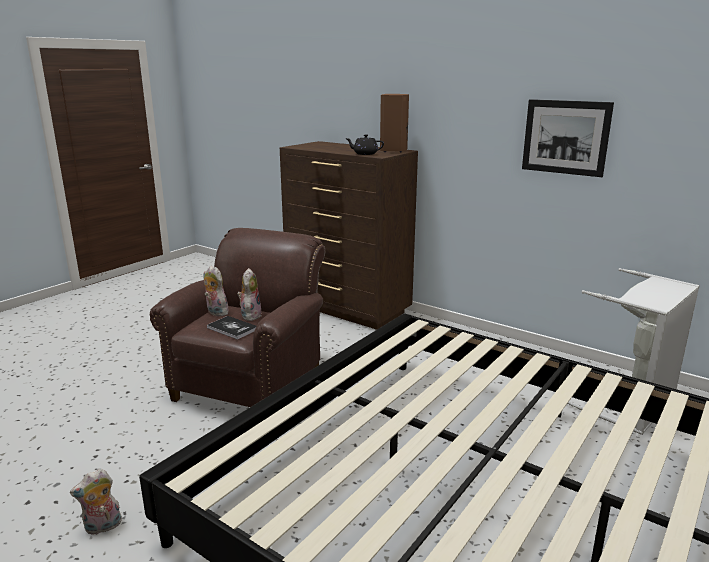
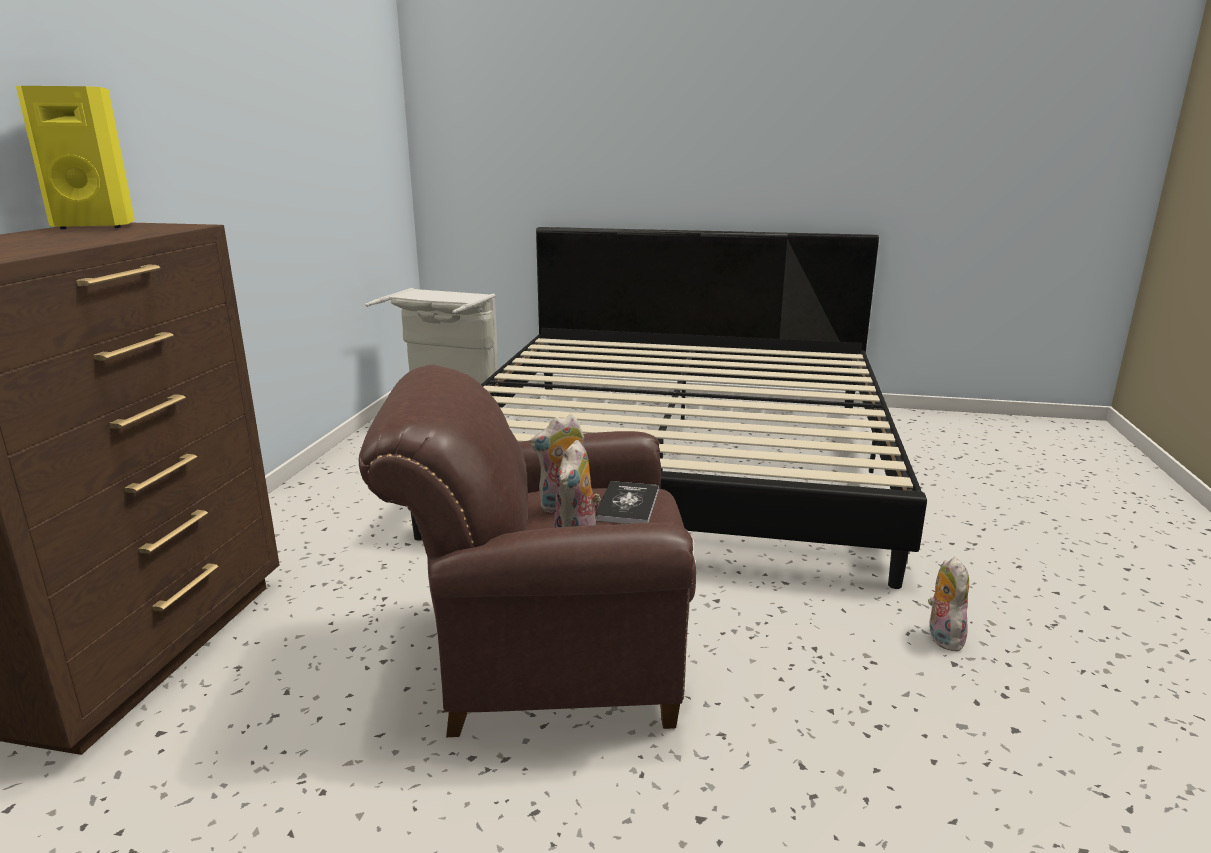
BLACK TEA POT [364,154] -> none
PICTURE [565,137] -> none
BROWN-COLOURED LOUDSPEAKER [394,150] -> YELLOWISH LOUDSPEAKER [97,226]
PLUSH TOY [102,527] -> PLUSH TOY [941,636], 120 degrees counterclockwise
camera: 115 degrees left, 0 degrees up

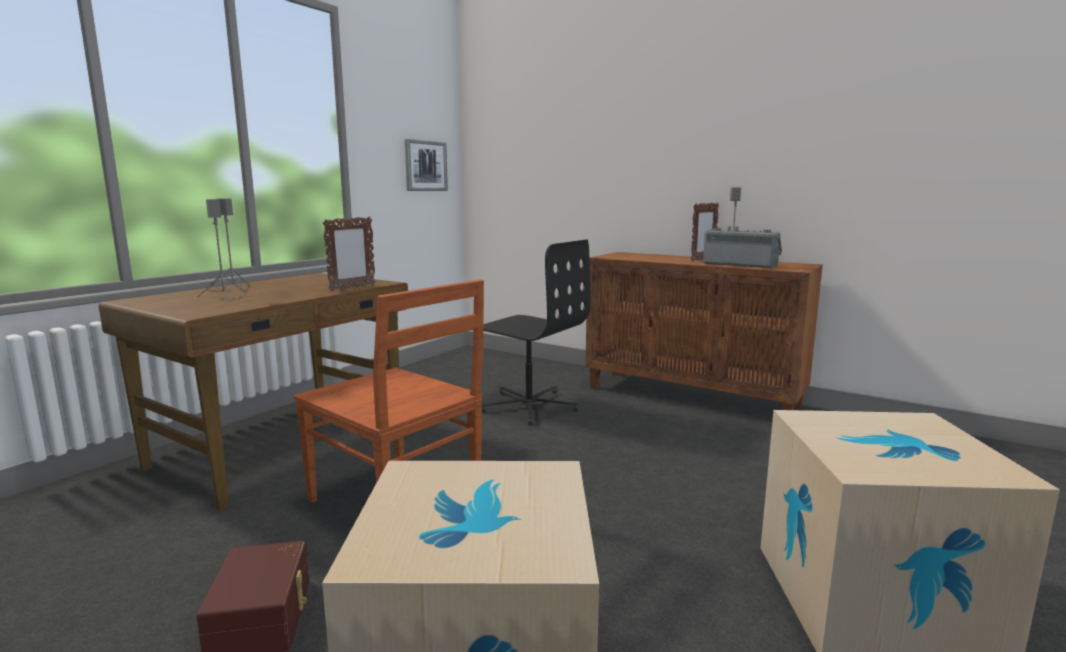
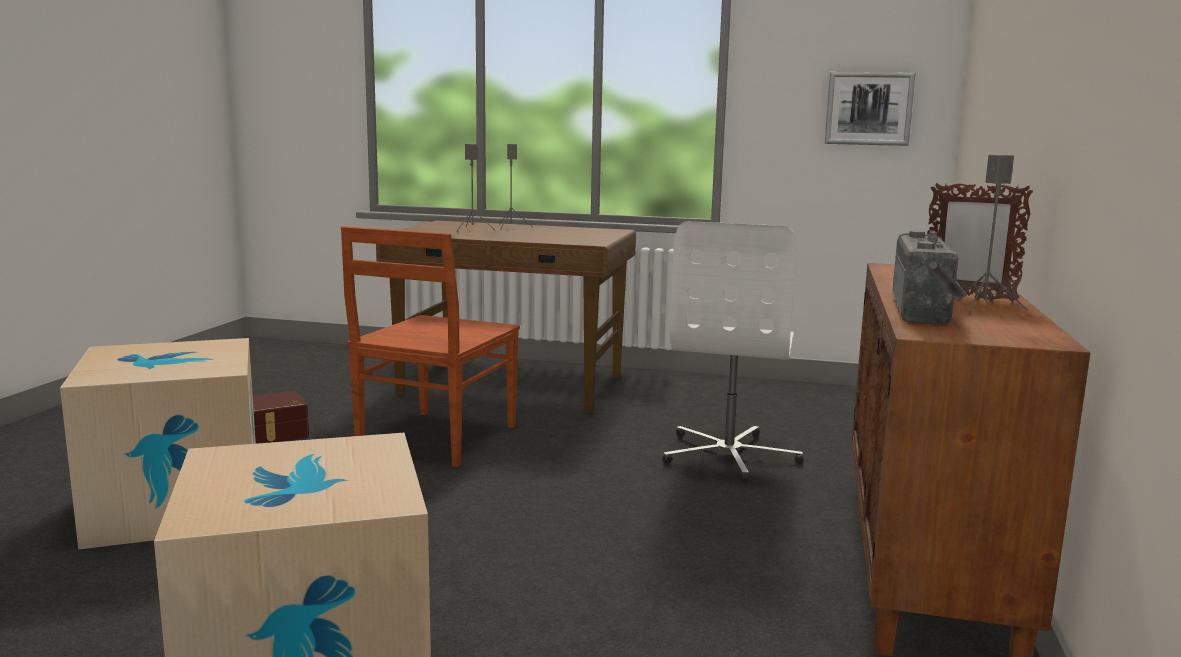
PICTURE FRAME [352,288] -> none
BLACK COMPUTER CHAIR [529,406] -> WHITE COMPUTER CHAIR [730,455]
camera: 70 degrees right, 0 degrees up

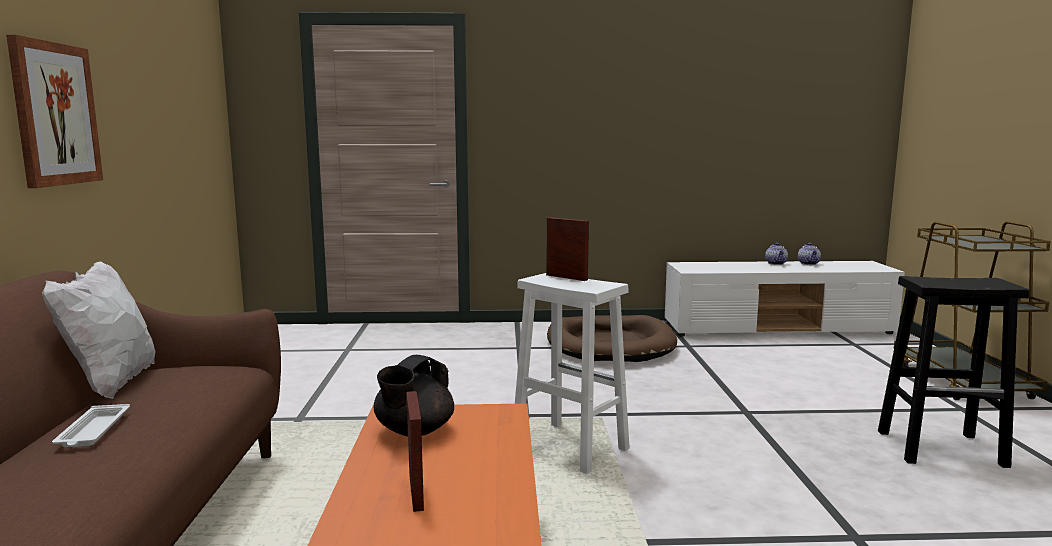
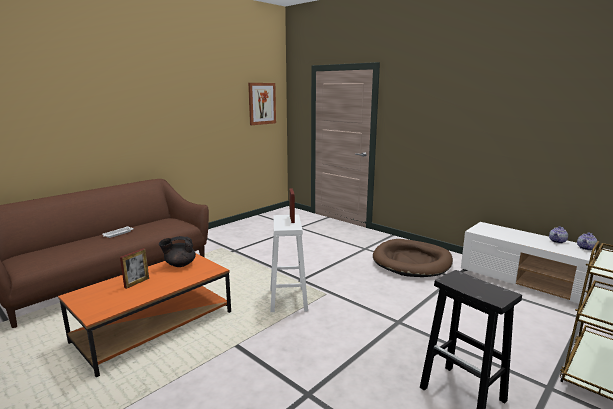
WHITE CUSHION [111,383] -> none
PICTURE [55,114] -> PICTURE [262,103], moved
camera: 45 degrees right, 5 degrees up

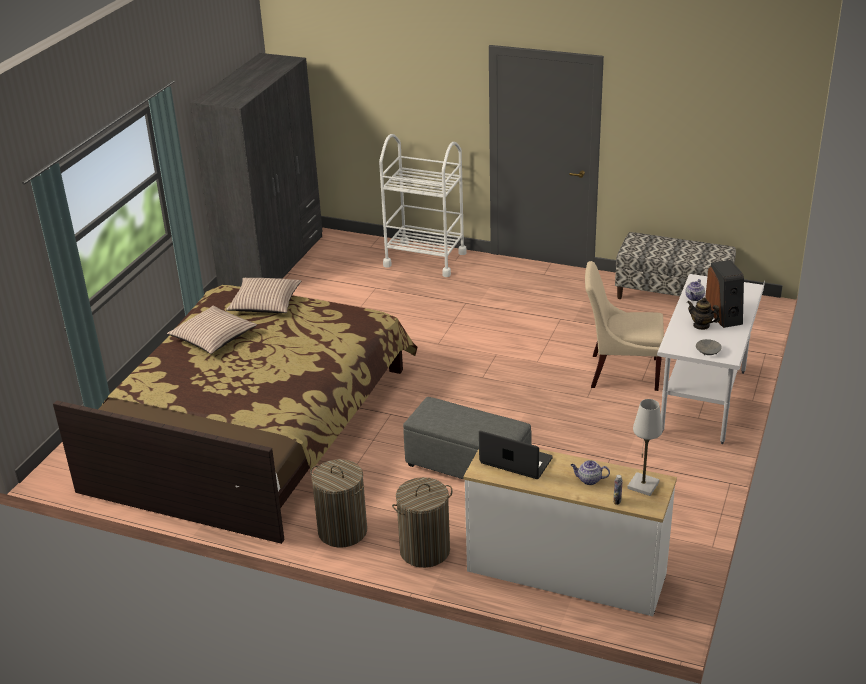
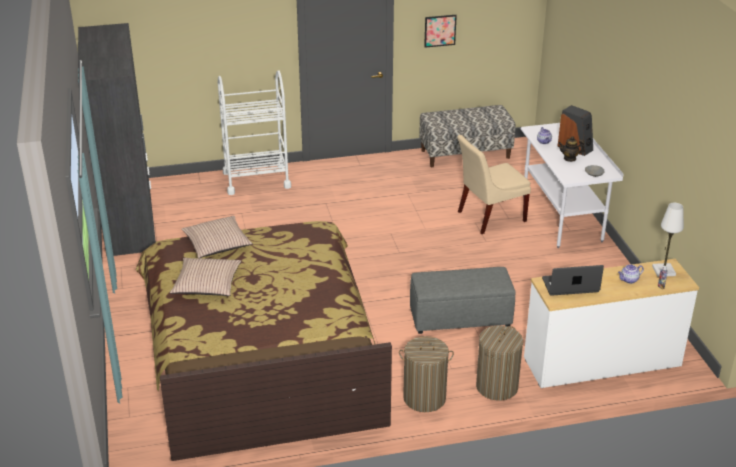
none -> PICTURE [440,30]
camera: 35 degrees left, 0 degrees up

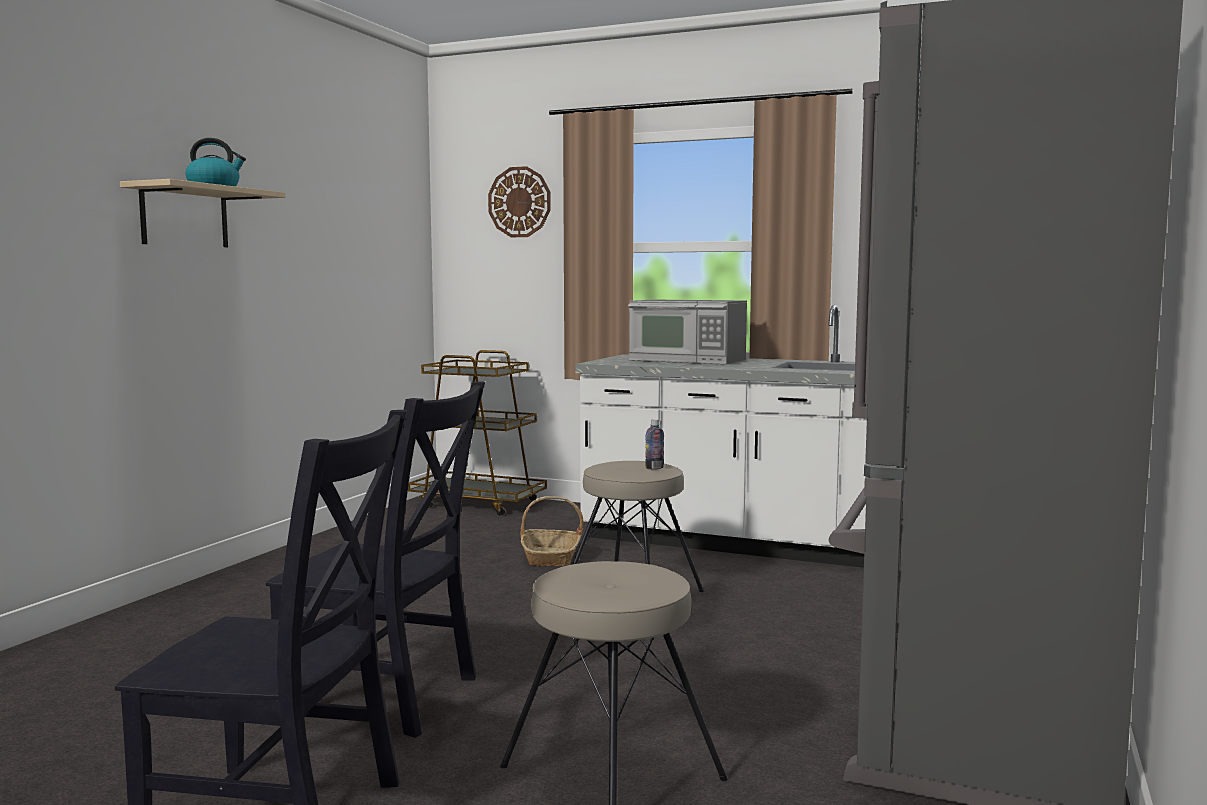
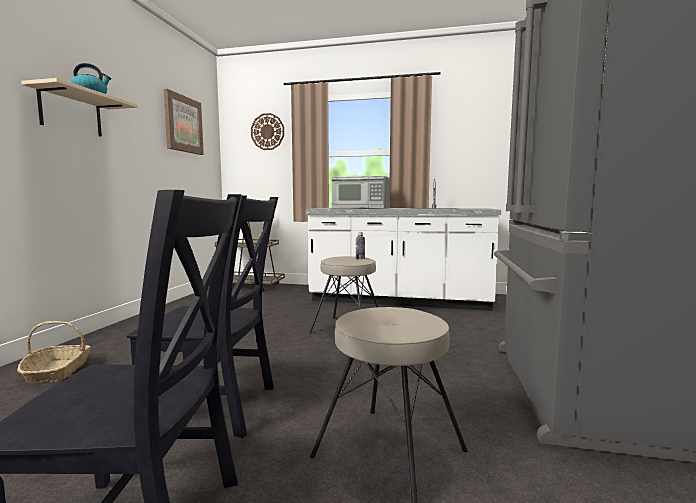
none -> PICTURE [183,124]
BASKET [550,557] -> BASKET [57,371], moved
camera: 10 degrees left, 0 degrees up

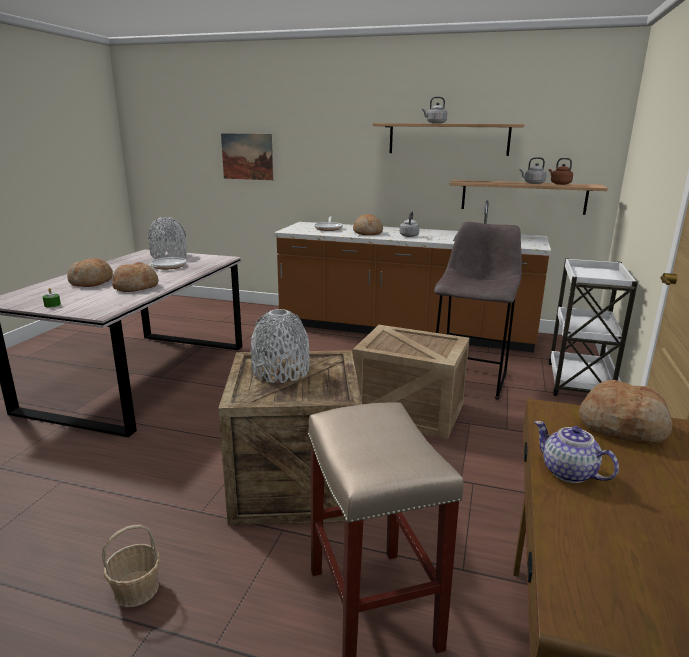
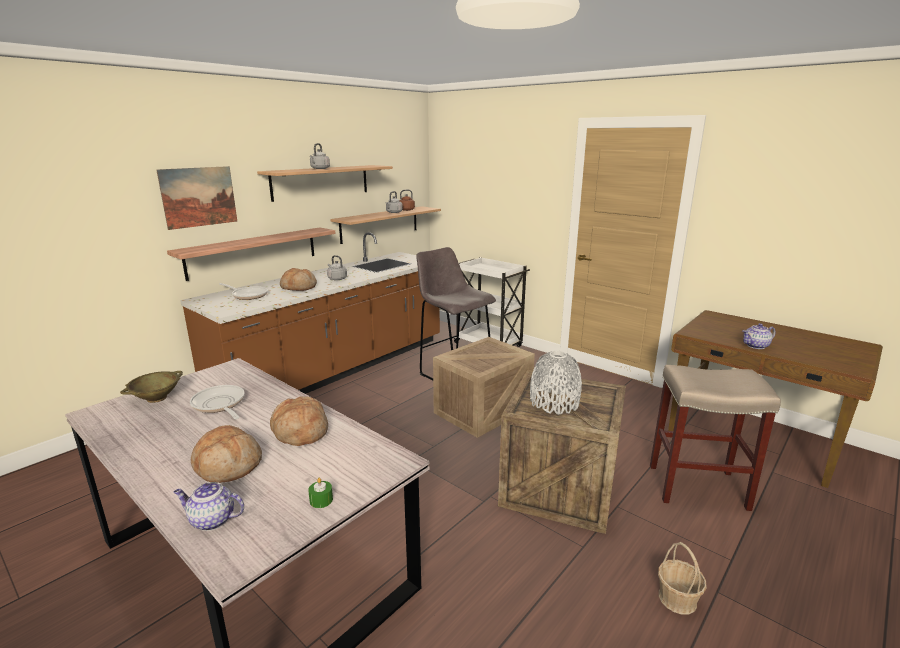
BAKED BREAD [622,427] -> none
none -> BRACKET SHELF [253,252]
none -> TEA POT [211,520]
PICTURE [247,156] -> PICTURE [199,197], moved
GREYISH FLOWER VASE [169,256] -> BEIGE SERVING BOWL [156,398]
camera: 65 degrees left, 0 degrees up

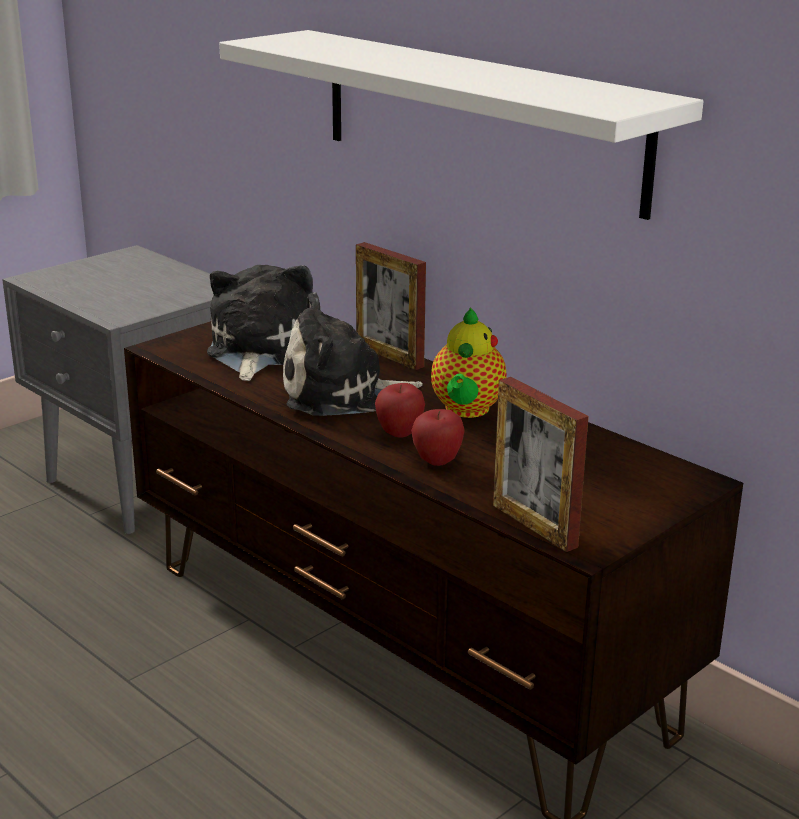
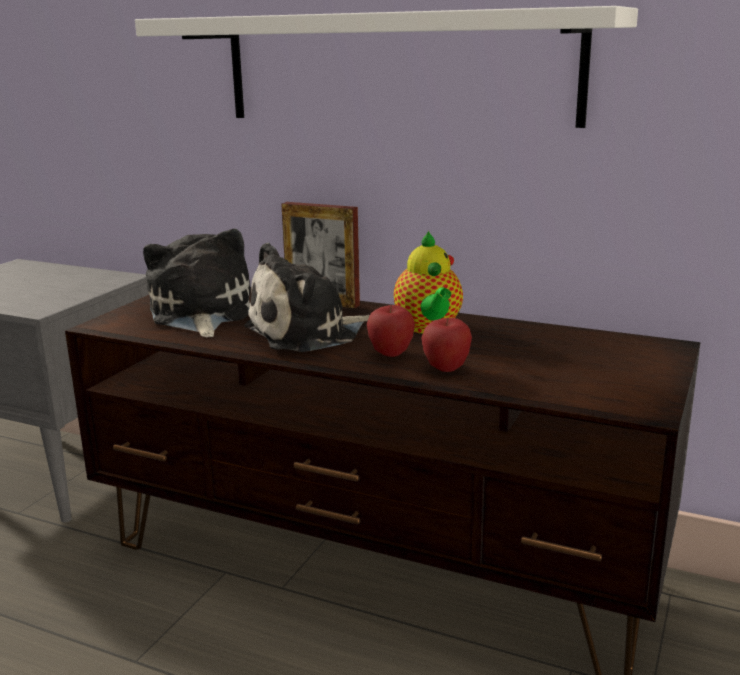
PICTURE FRAME [534,525] -> none
camera: 20 degrees left, 5 degrees down

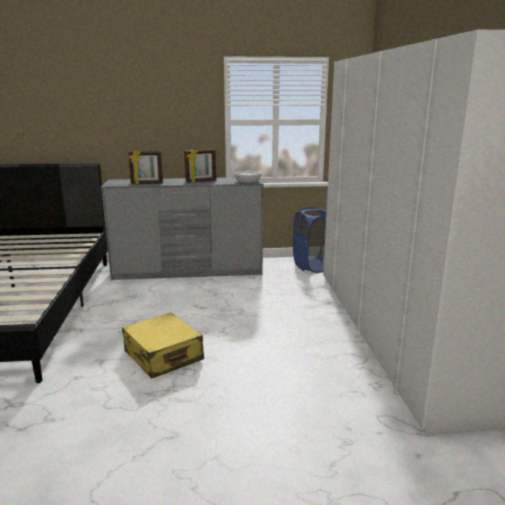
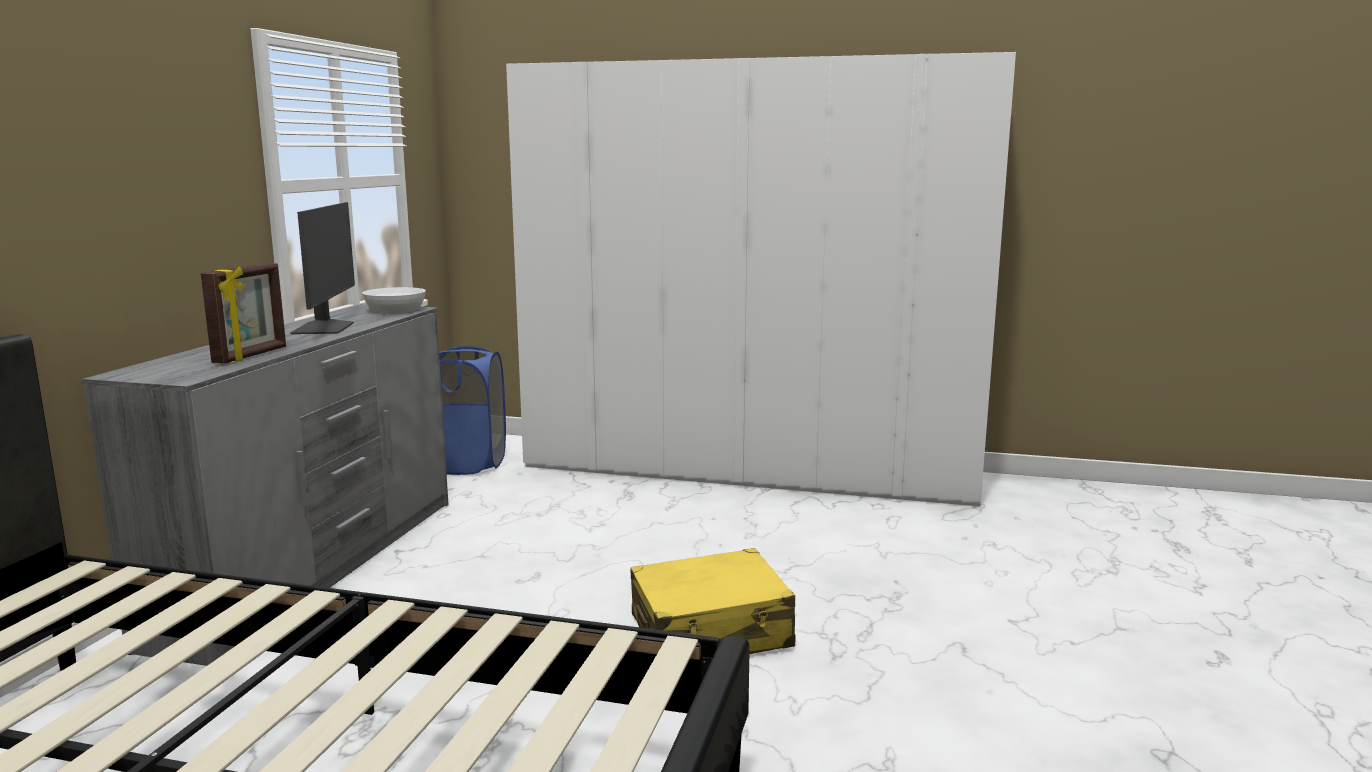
PICTURE FRAME [201,181] -> COMPUTER SCREEN [325,328]
camera: 70 degrees left, 5 degrees down

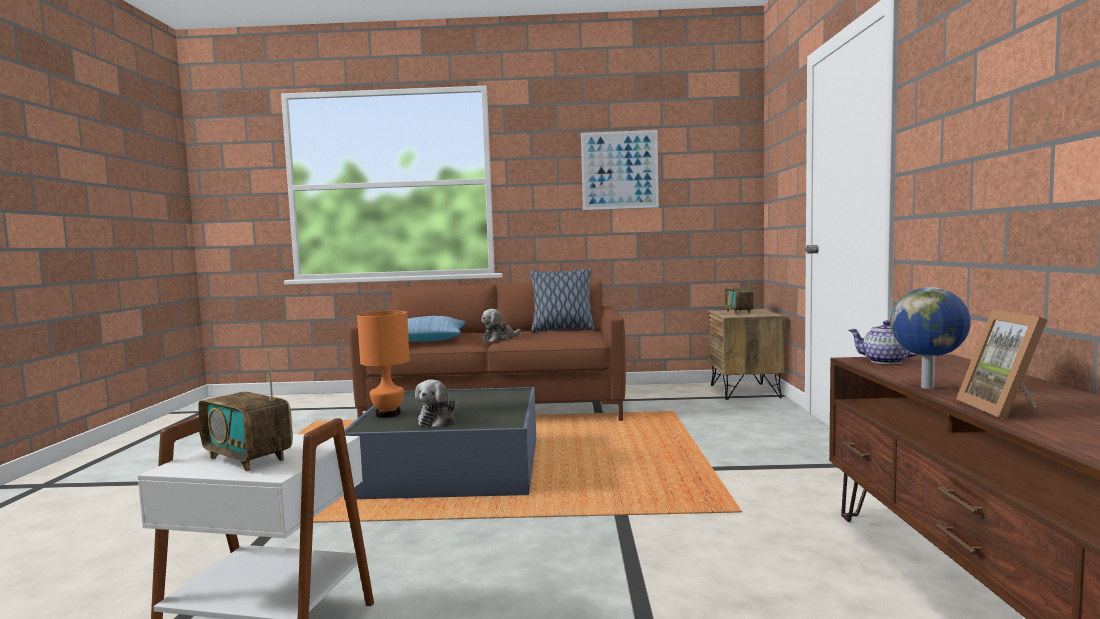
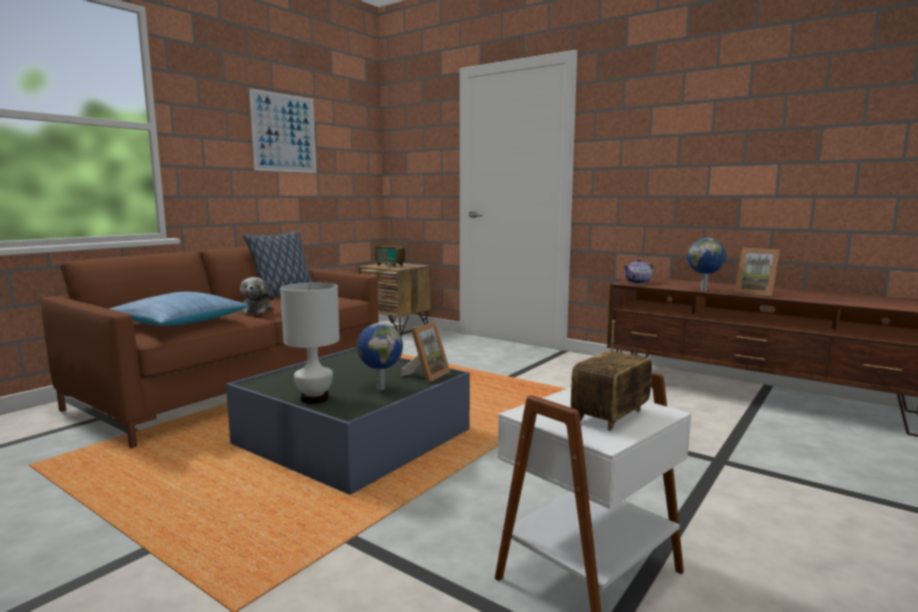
none -> PICTURE FRAME [426,375]
PLUSH TOY [439,420] -> WORLD GLOBE [381,388]
ORANGE TABLE LAMP [388,414] -> WHITE TABLE LAMP [315,398]
RADIO SET [248,459] -> RADIO SET [610,416], 150 degrees clockwise
camera: 55 degrees left, 5 degrees up

